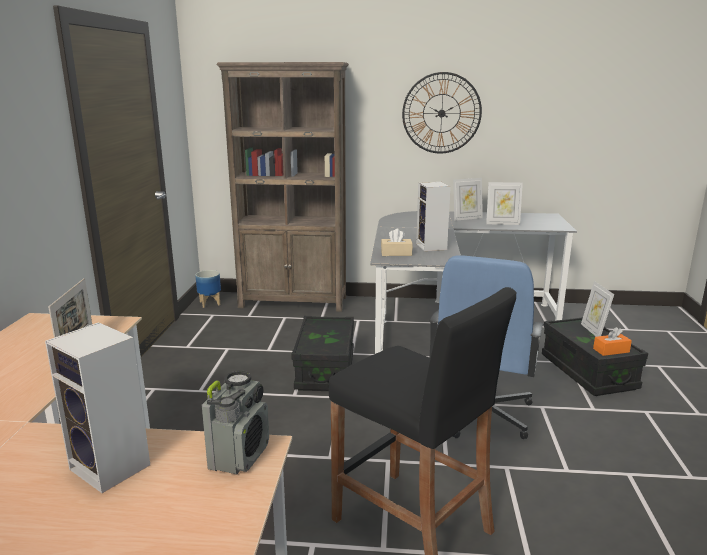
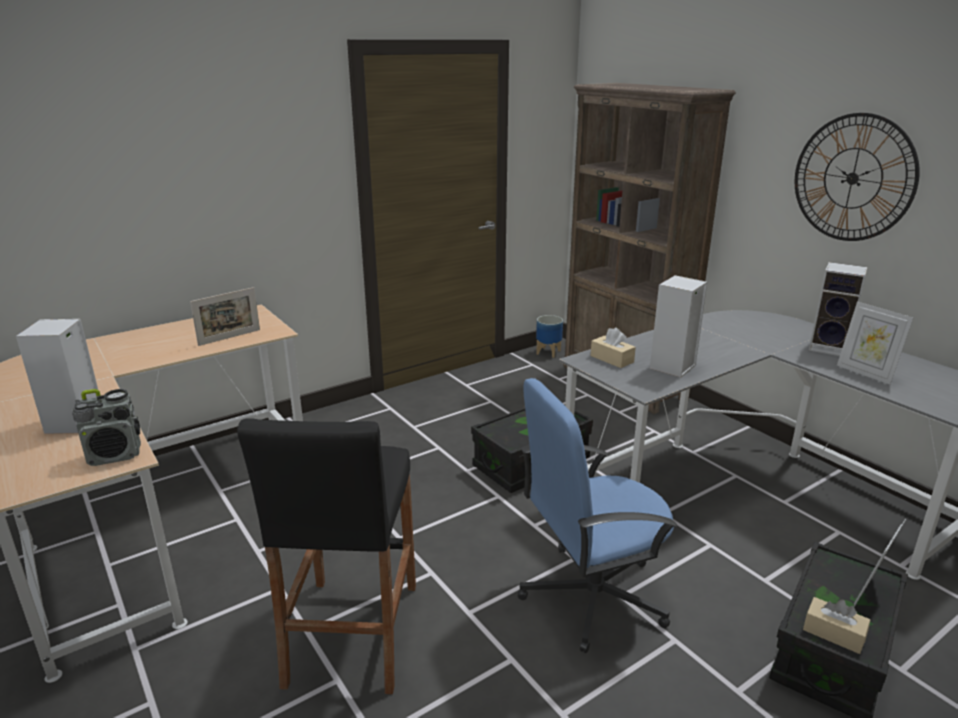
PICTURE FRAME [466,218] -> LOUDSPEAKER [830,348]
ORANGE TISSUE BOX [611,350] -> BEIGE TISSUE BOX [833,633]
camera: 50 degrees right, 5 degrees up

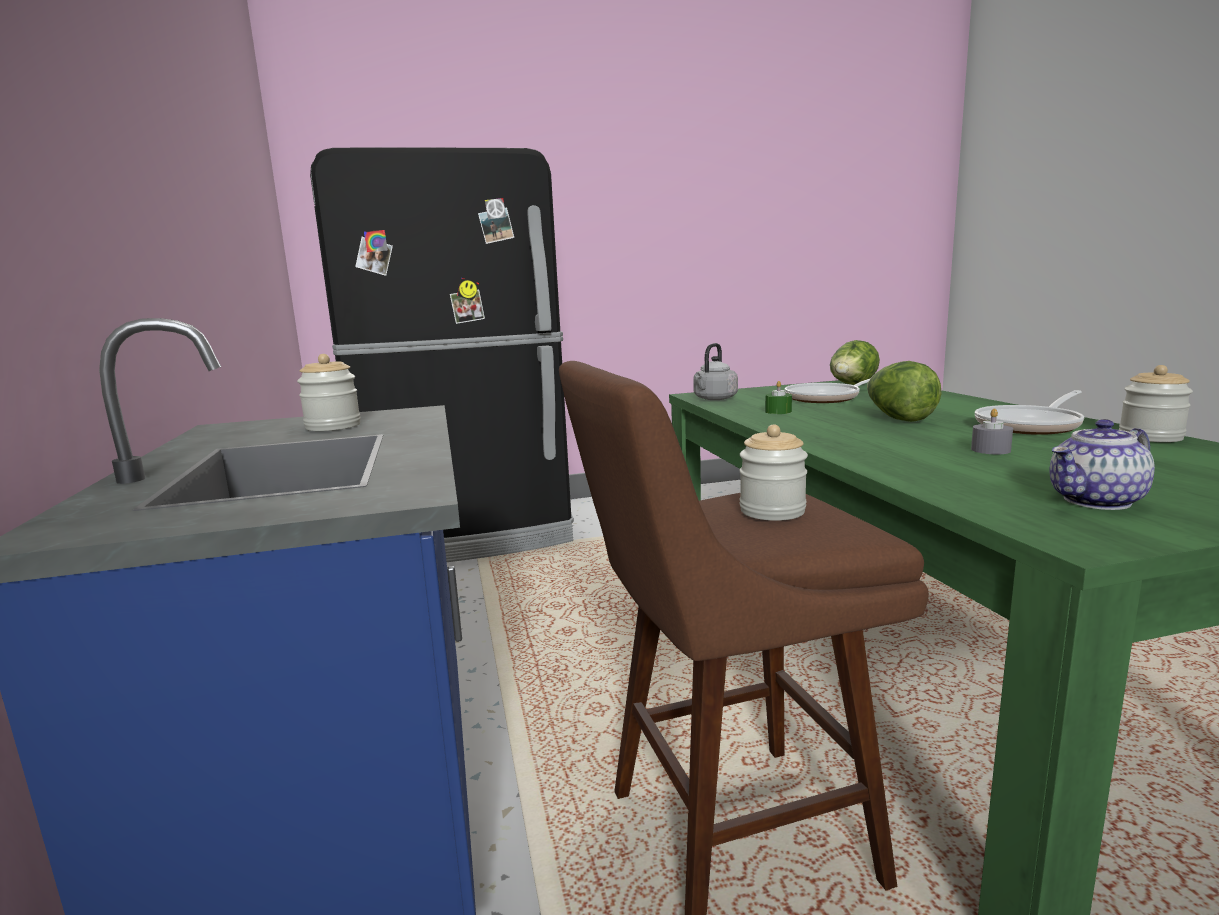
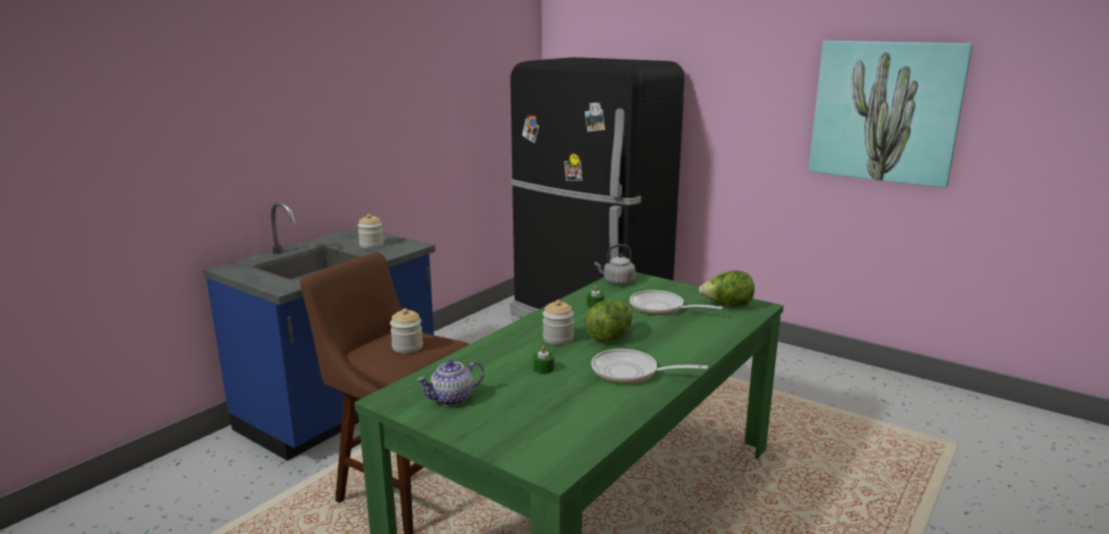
none -> PICTURE [885,112]
PRESERVE JAR [1150,437] -> PRESERVE JAR [558,338], moved
GREYISH WAX CANDLE [990,450] -> GREEN WAX CANDLE [543,369]
TEA POT [1096,501] -> TEA POT [452,399], 60 degrees counterclockwise
camera: 50 degrees right, 5 degrees up

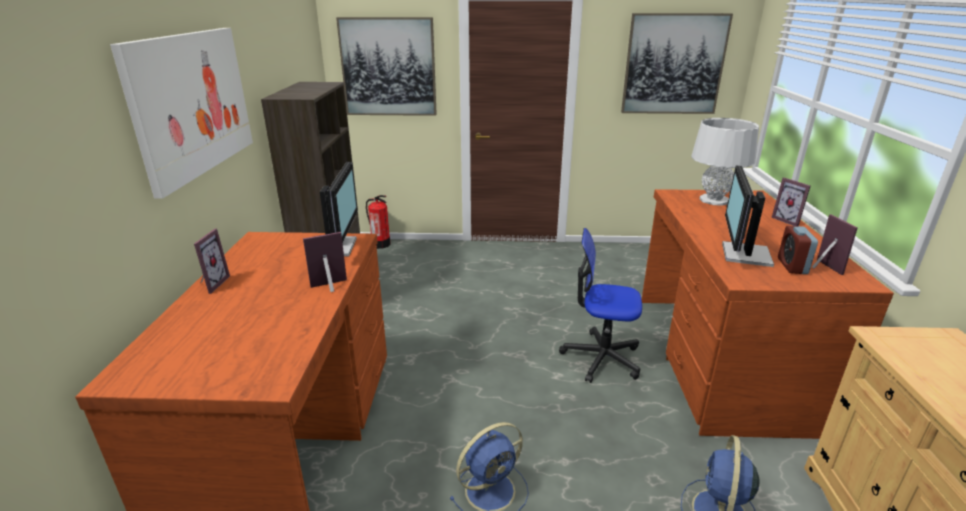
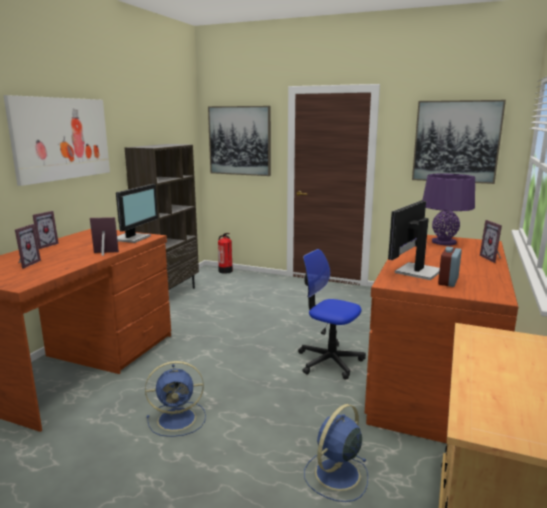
PICTURE FRAME [822,267] -> PICTURE FRAME [25,264], moved
GREYISH TABLE LAMP [714,200] -> PURPLE-COLOURED TABLE LAMP [444,242]
camera: 20 degrees right, 10 degrees down

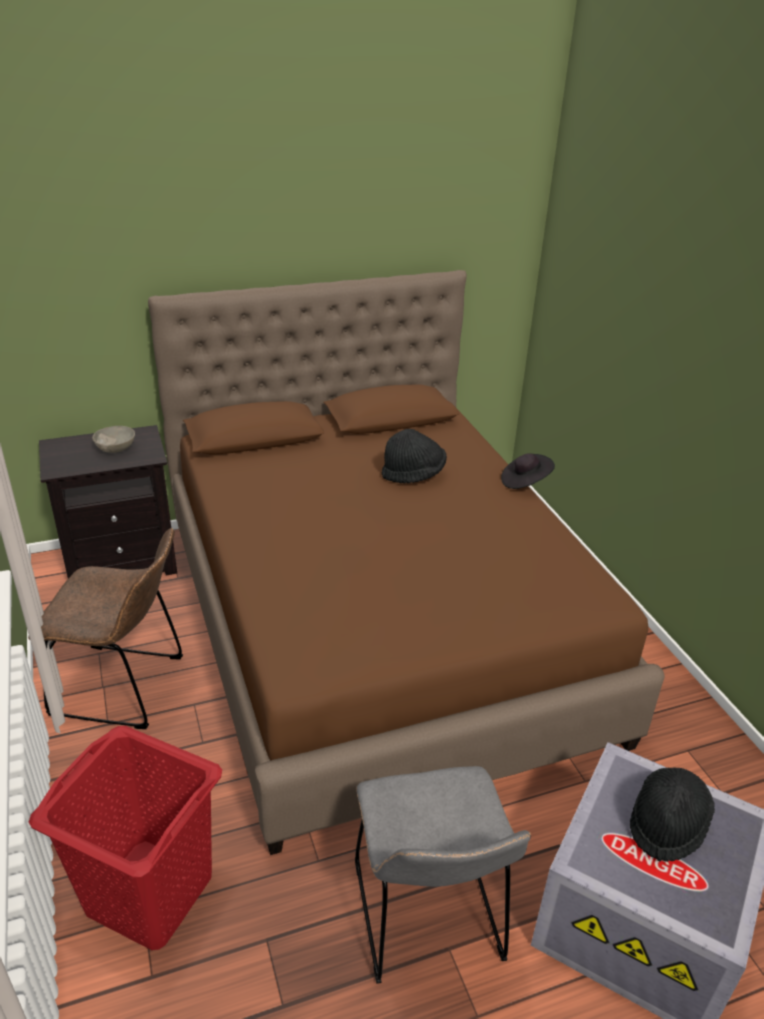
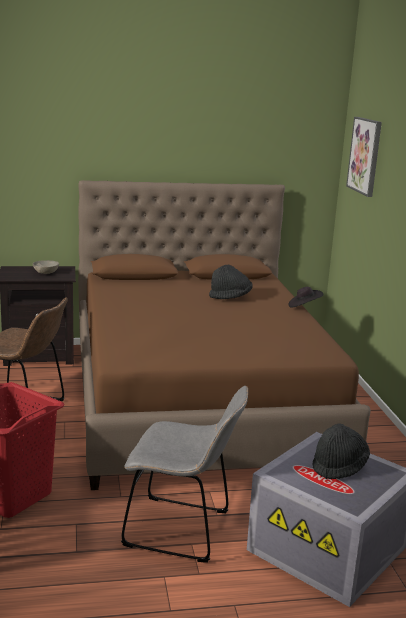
none -> PICTURE [365,156]
GREYISH CHAIR [429,919] -> GREYISH CHAIR [183,530], 75 degrees counterclockwise
camera: 10 degrees right, 15 degrees down

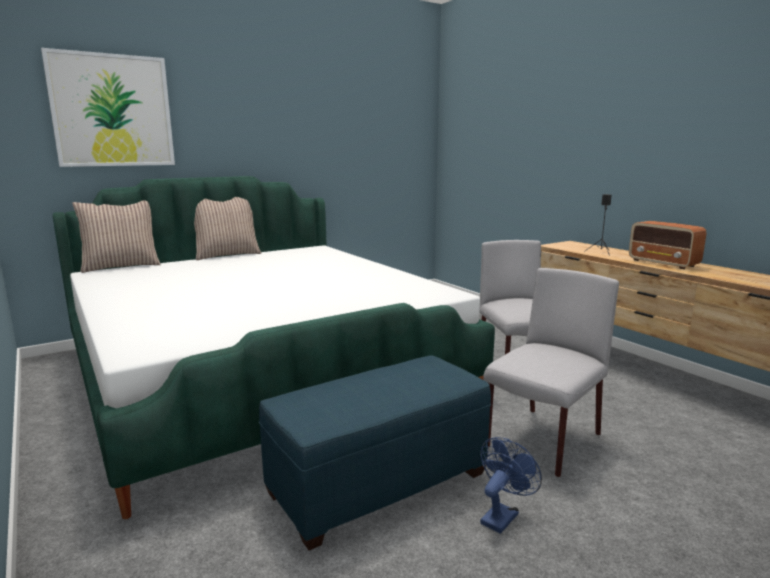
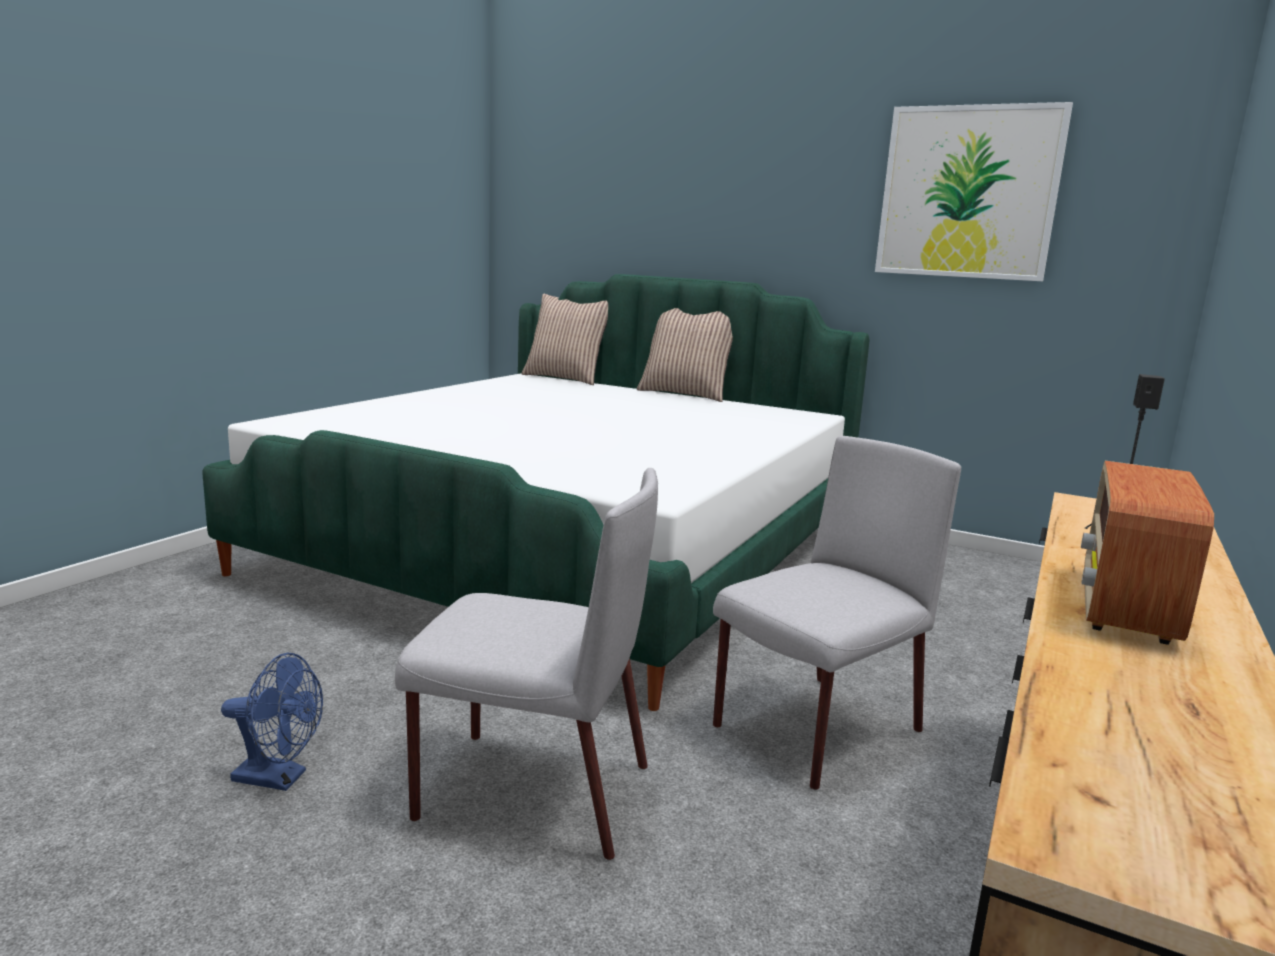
BLUE FOOTREST [378,483] -> none
PICTURE [112,111] -> PICTURE [968,193], moved
camera: 60 degrees right, 0 degrees up

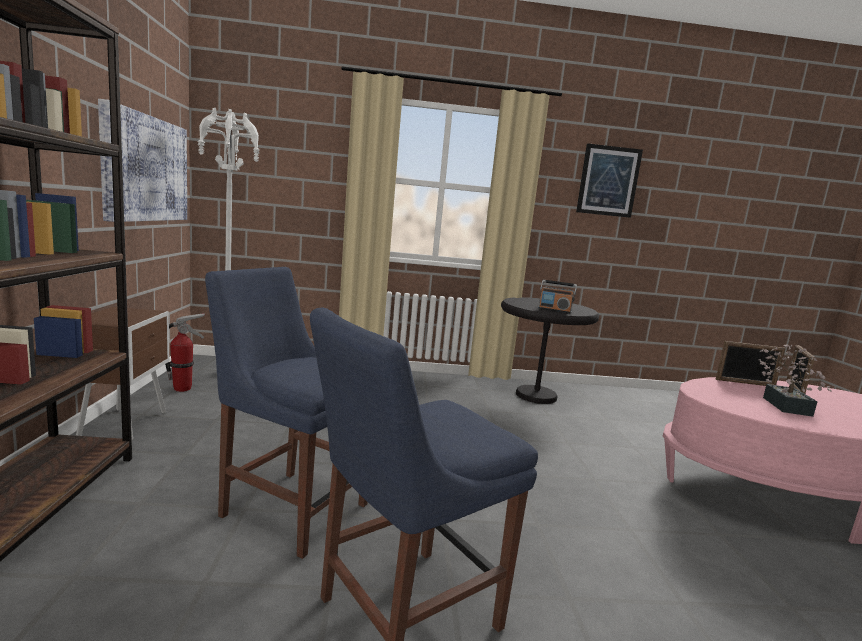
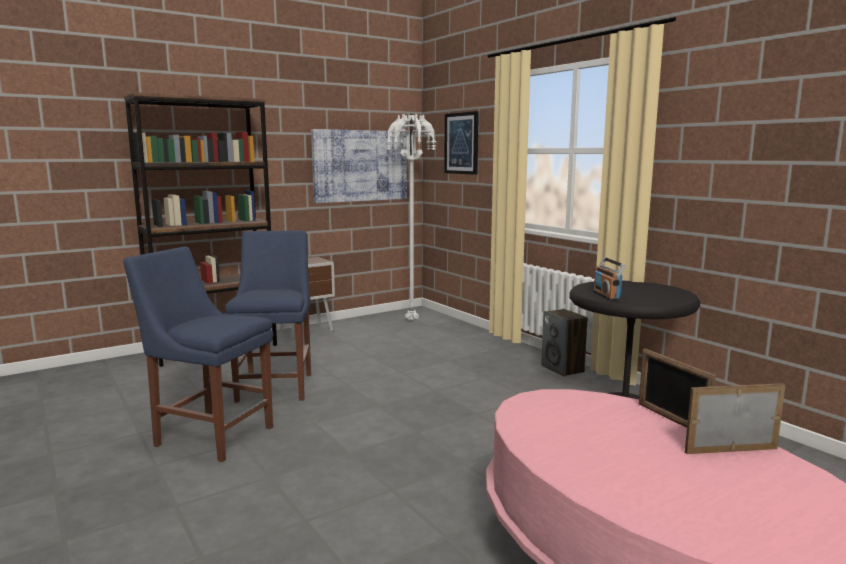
FIRE-FIGHTING CYLINDER [183,388] -> none
HOUSEPLANT [784,404] -> none
none -> LOUDSPEAKER [563,369]
PICTURE [608,181] -> PICTURE [461,143], moved
camera: 60 degrees right, 0 degrees up

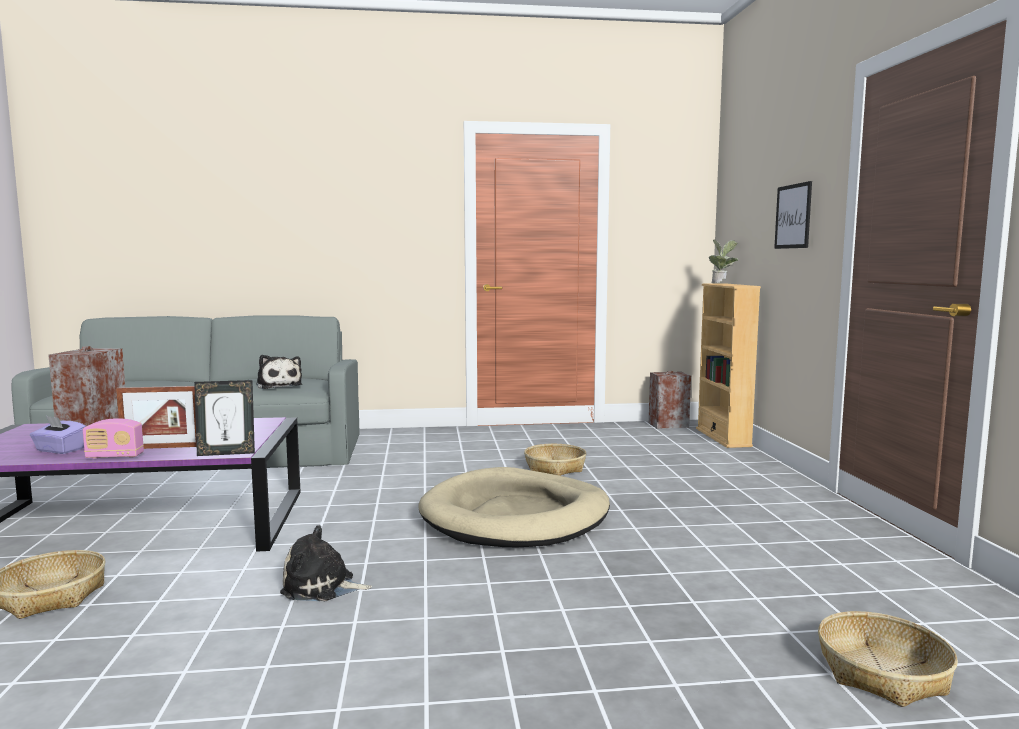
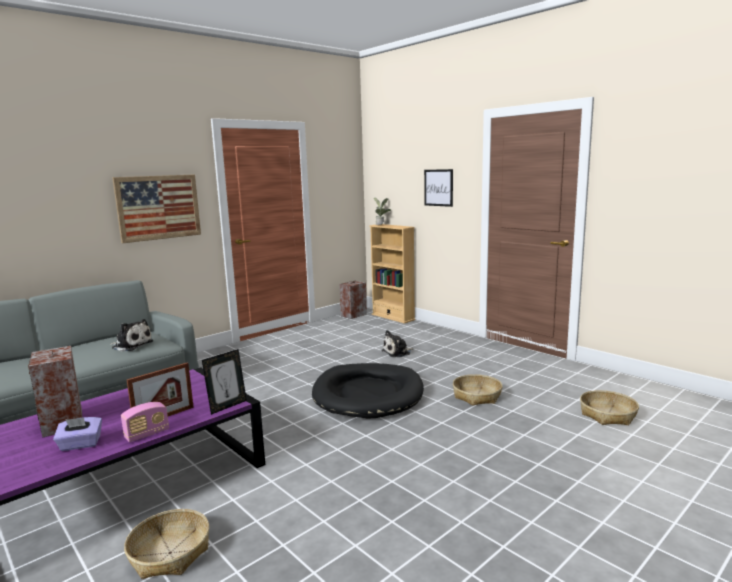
none -> PICTURE [158,207]
PLUSH TOY [322,587] -> PLUSH TOY [397,352], moved
BASKET [555,468] -> BASKET [477,396], moved
BEIGE DOG CUSHION [516,516] -> BLACK DOG CUSHION [368,394]
camera: 35 degrees left, 5 degrees up

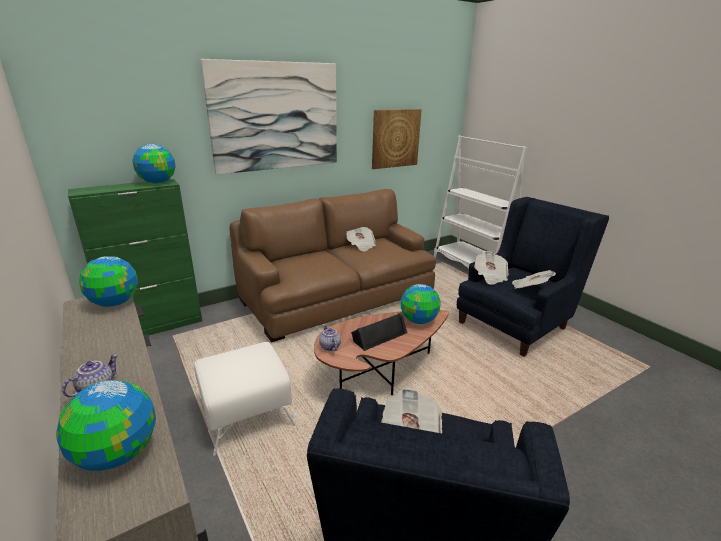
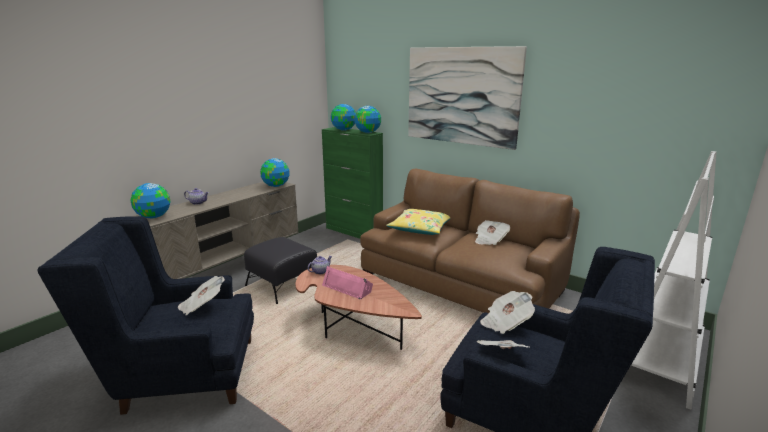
PICTURE [395,138] -> none
none -> YELLOWISH CUSHION [420,229]
WORLD GLOBE [419,320] -> WORLD GLOBE [344,130], moved
WHITE FOOTREST [245,412] -> BLACK FOOTREST [283,284]
BLACK LOUDSPEAKER [379,336] -> PINK LOUDSPEAKER [347,287]
camera: 70 degrees right, 5 degrees down

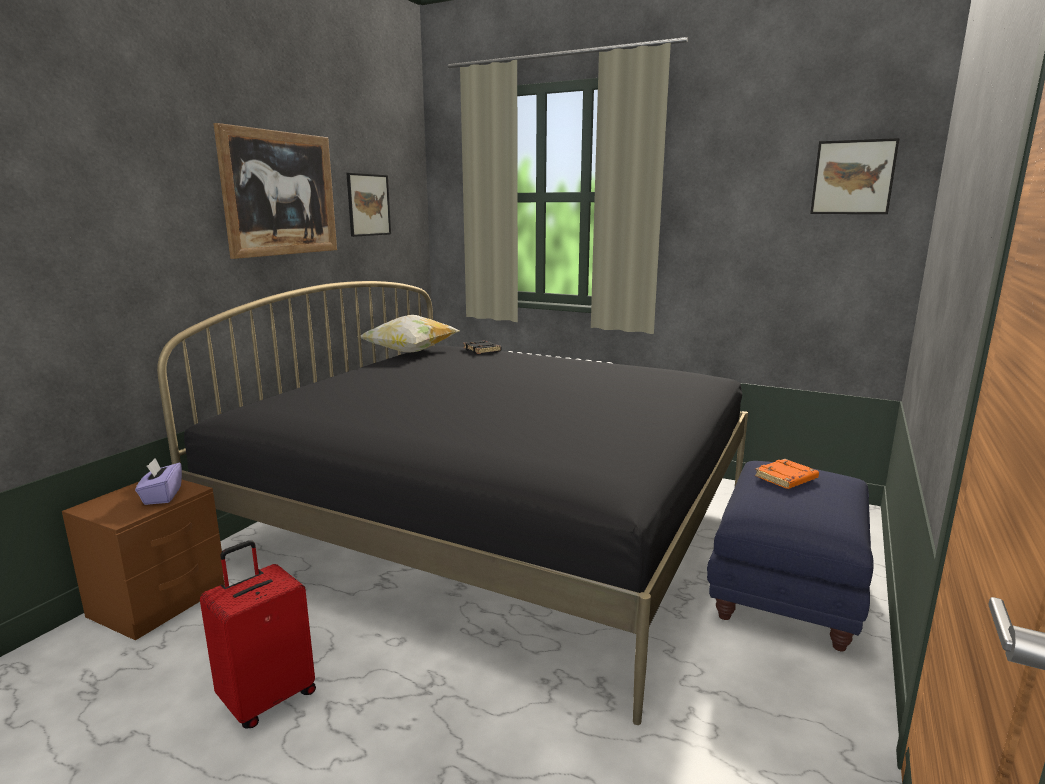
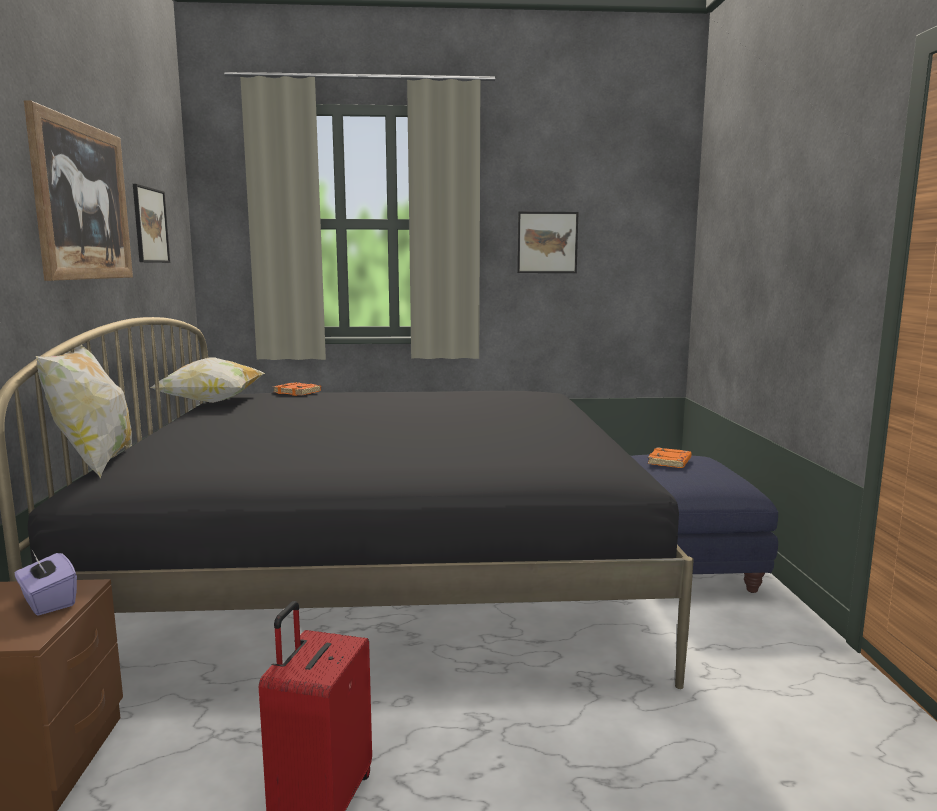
none -> CUSHION [95,462]
PICTURE [853,177] -> PICTURE [547,242], moved
BLACK BOOK [483,350] -> ORANGE BOOK [298,392]
camera: 30 degrees left, 5 degrees down

